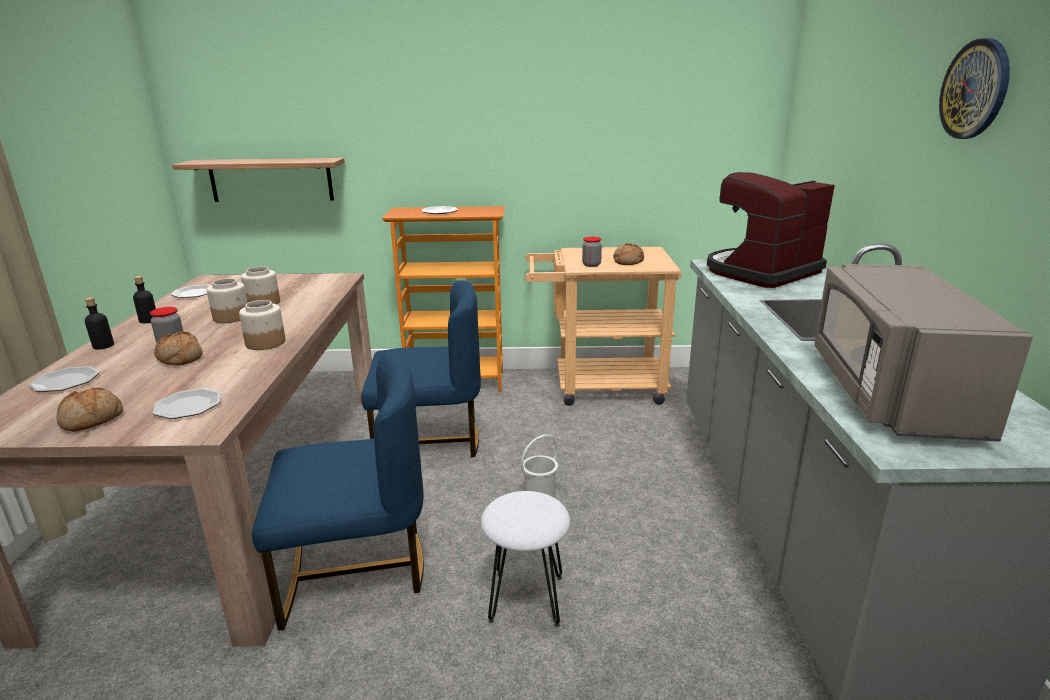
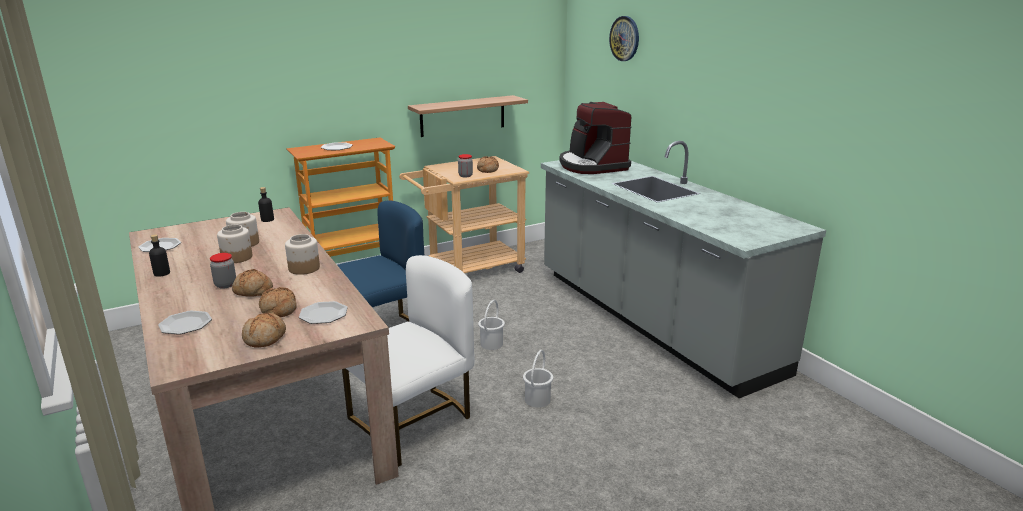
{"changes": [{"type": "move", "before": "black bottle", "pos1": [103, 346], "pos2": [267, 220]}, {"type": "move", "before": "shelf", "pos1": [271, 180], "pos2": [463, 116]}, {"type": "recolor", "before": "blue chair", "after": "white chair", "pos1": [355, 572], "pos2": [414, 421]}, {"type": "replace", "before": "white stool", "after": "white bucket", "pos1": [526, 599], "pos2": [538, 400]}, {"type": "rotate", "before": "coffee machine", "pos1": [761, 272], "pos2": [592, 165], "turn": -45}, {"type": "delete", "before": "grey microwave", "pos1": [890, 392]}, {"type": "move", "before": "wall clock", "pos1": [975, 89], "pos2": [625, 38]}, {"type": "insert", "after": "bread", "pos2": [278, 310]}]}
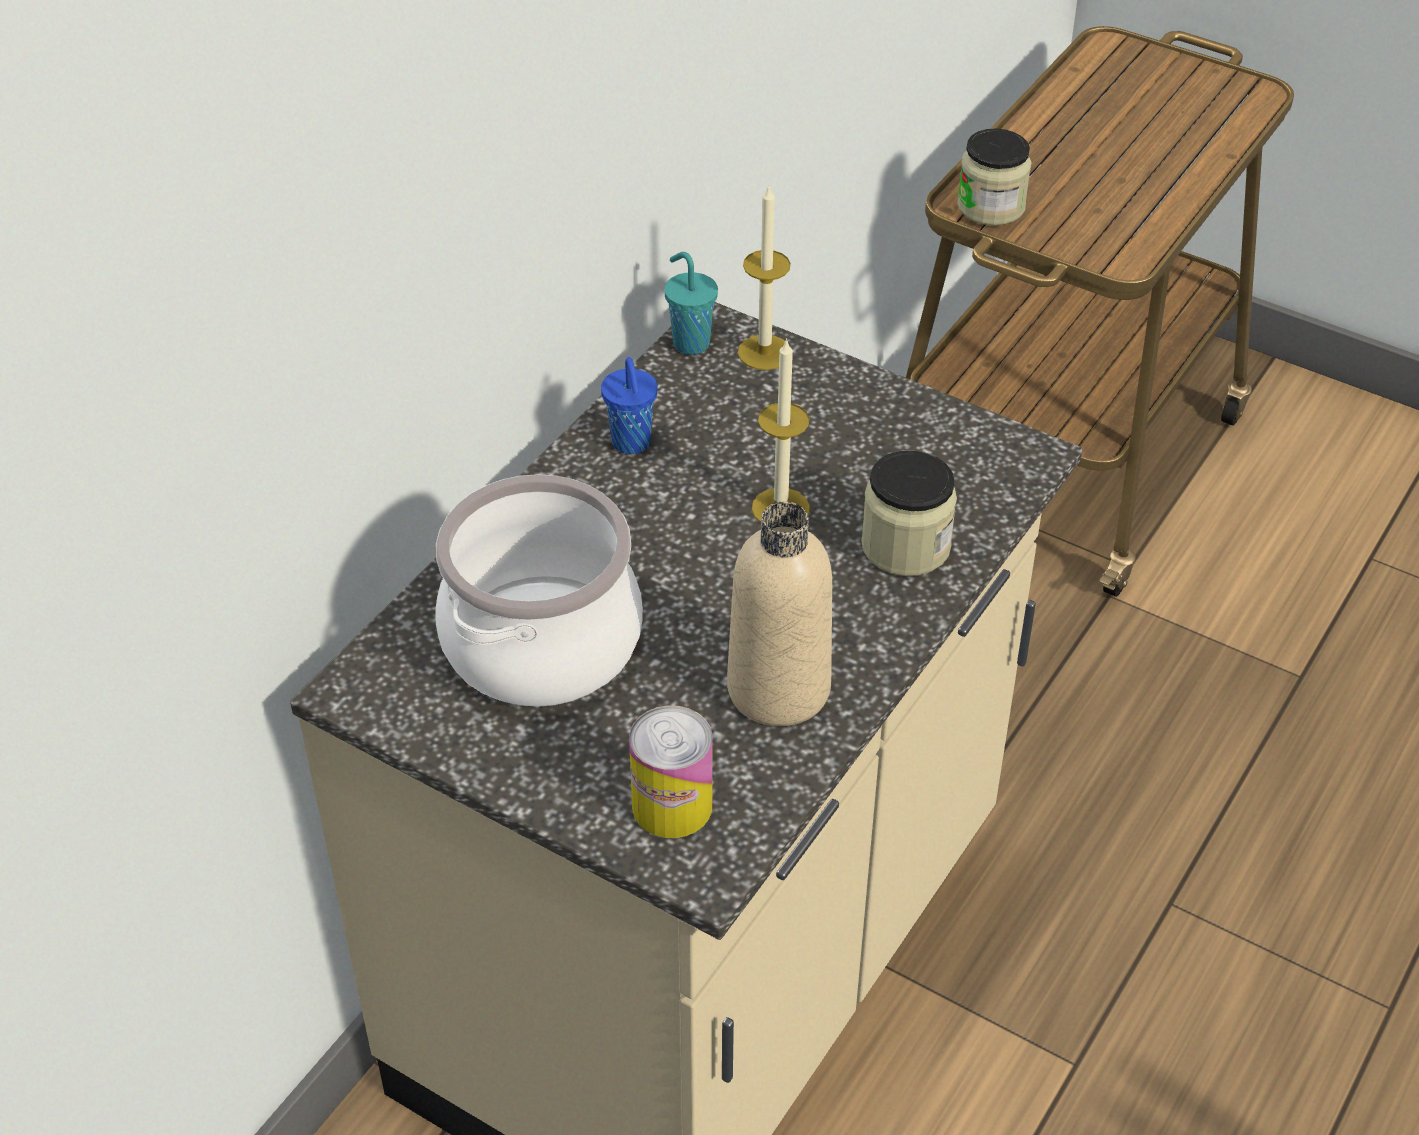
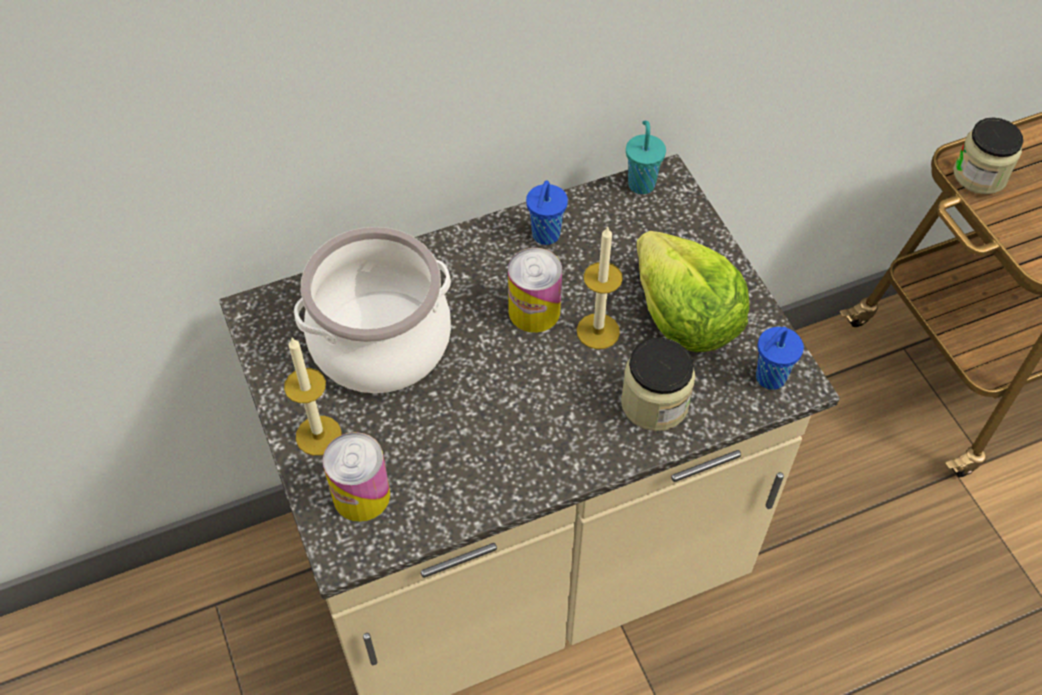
{"changes": [{"type": "delete", "before": "beige bottle", "pos1": [778, 689]}, {"type": "move", "before": "candle", "pos1": [764, 352], "pos2": [318, 435]}, {"type": "insert", "after": "can", "pos2": [534, 311]}, {"type": "insert", "after": "lettuce", "pos2": [684, 316]}, {"type": "insert", "after": "blue cup", "pos2": [769, 378]}]}
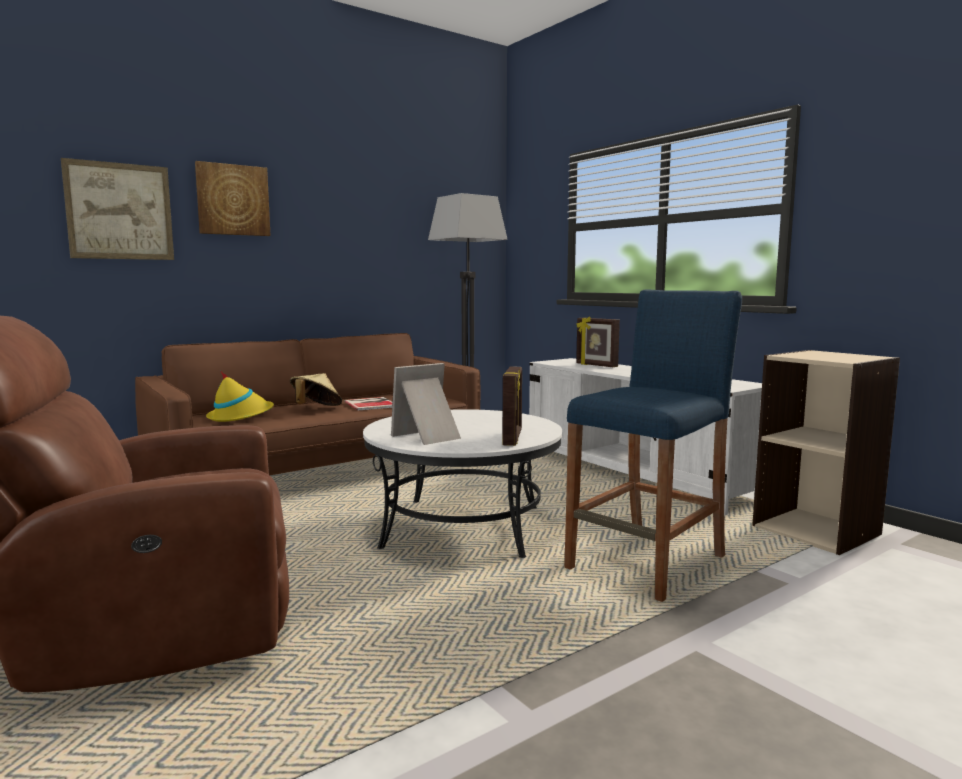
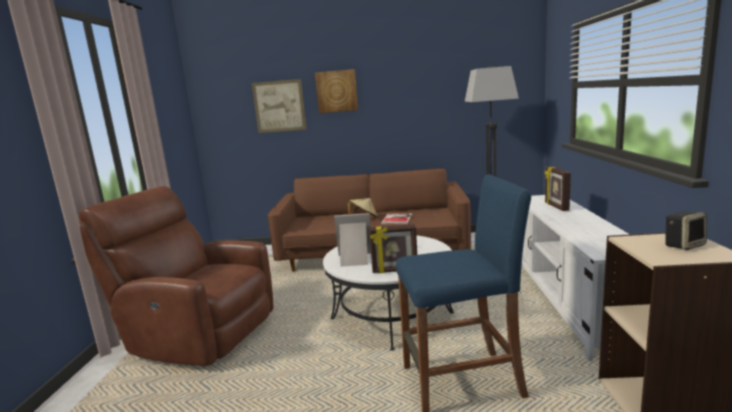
{"changes": [{"type": "delete", "before": "yellow hat", "pos1": [240, 416]}, {"type": "rotate", "before": "picture frame", "pos1": [513, 438], "pos2": [395, 271], "turn": 45}, {"type": "insert", "after": "speaker", "pos2": [684, 245]}]}
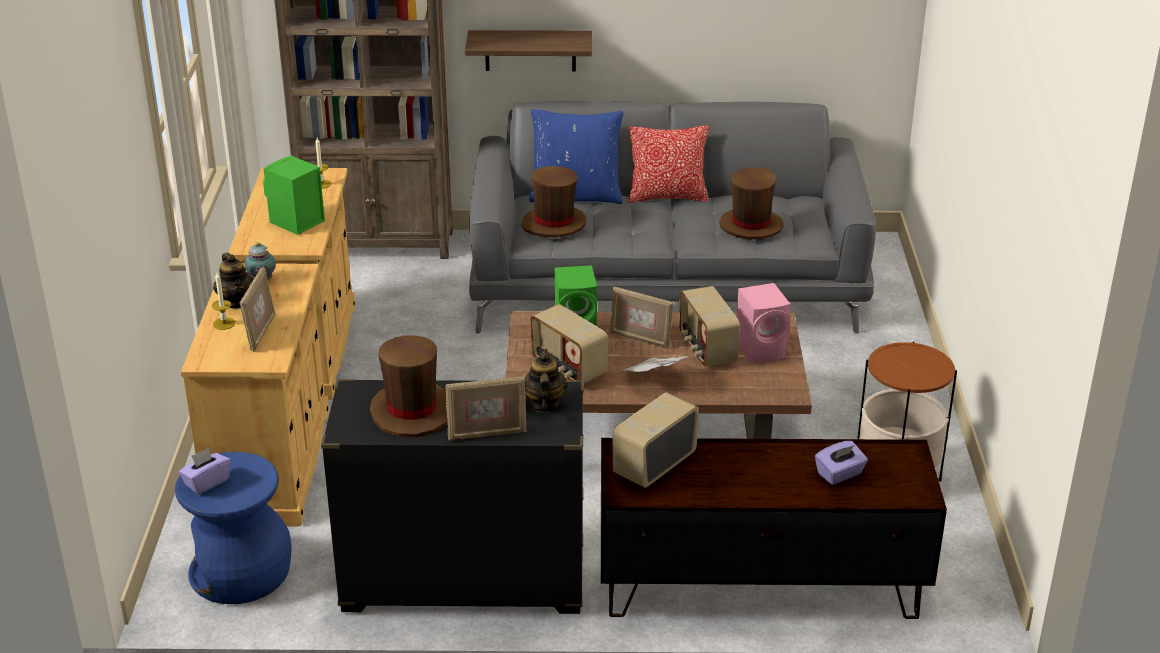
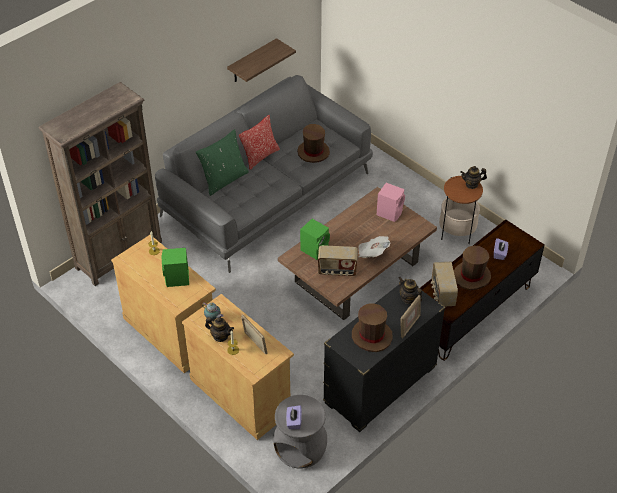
{"changes": [{"type": "recolor", "before": "blue stool", "after": "grey stool", "pos1": [241, 573], "pos2": [301, 447]}, {"type": "move", "before": "shelf", "pos1": [530, 50], "pos2": [252, 61]}, {"type": "move", "before": "brown hat", "pos1": [554, 224], "pos2": [471, 276]}, {"type": "recolor", "before": "blue pillow", "after": "green pillow", "pos1": [576, 196], "pos2": [224, 179]}, {"type": "delete", "before": "picture frame", "pos1": [640, 339]}, {"type": "delete", "before": "radio", "pos1": [706, 349]}, {"type": "insert", "after": "teapot", "pos2": [472, 184]}]}
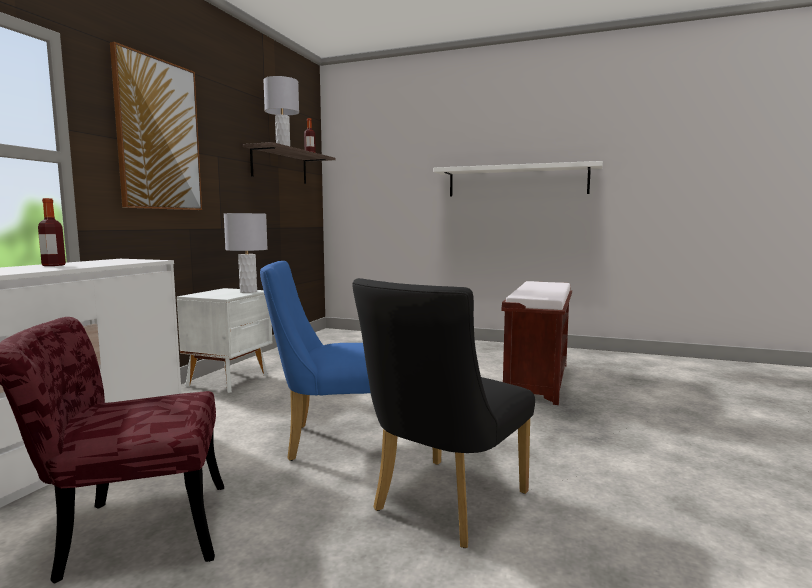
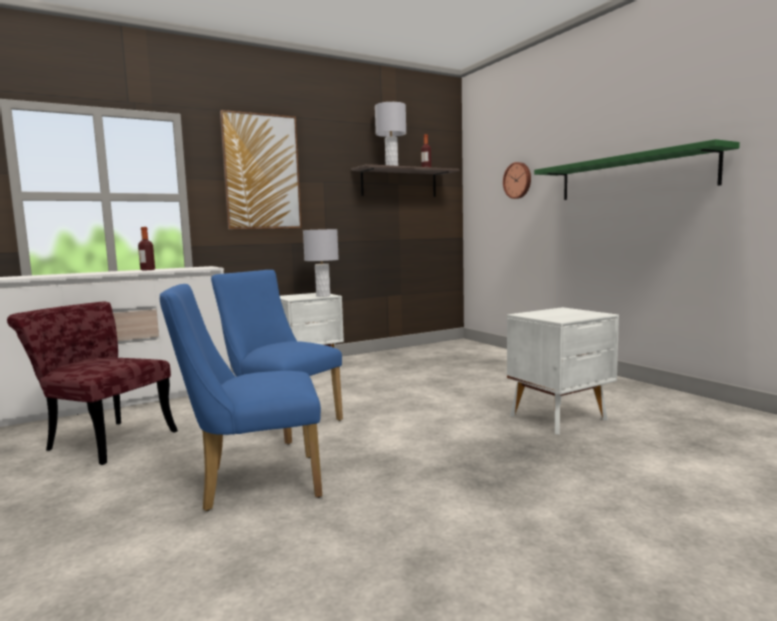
{"changes": [{"type": "recolor", "before": "black chair", "after": "blue chair", "pos1": [443, 506], "pos2": [252, 483]}, {"type": "recolor", "before": "white shelf", "after": "green shelf", "pos1": [517, 181], "pos2": [632, 176]}, {"type": "replace", "before": "brown bench", "after": "white nightstand", "pos1": [537, 379], "pos2": [560, 418]}, {"type": "insert", "after": "wall clock", "pos2": [518, 180]}]}
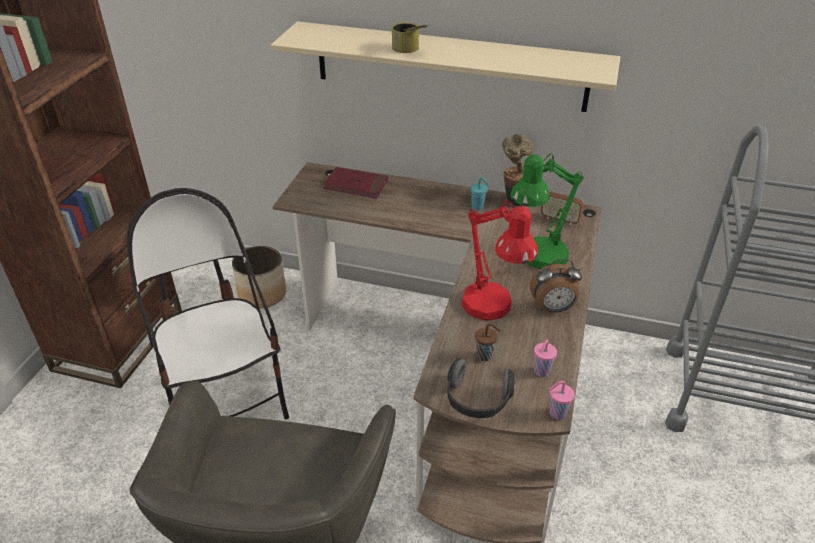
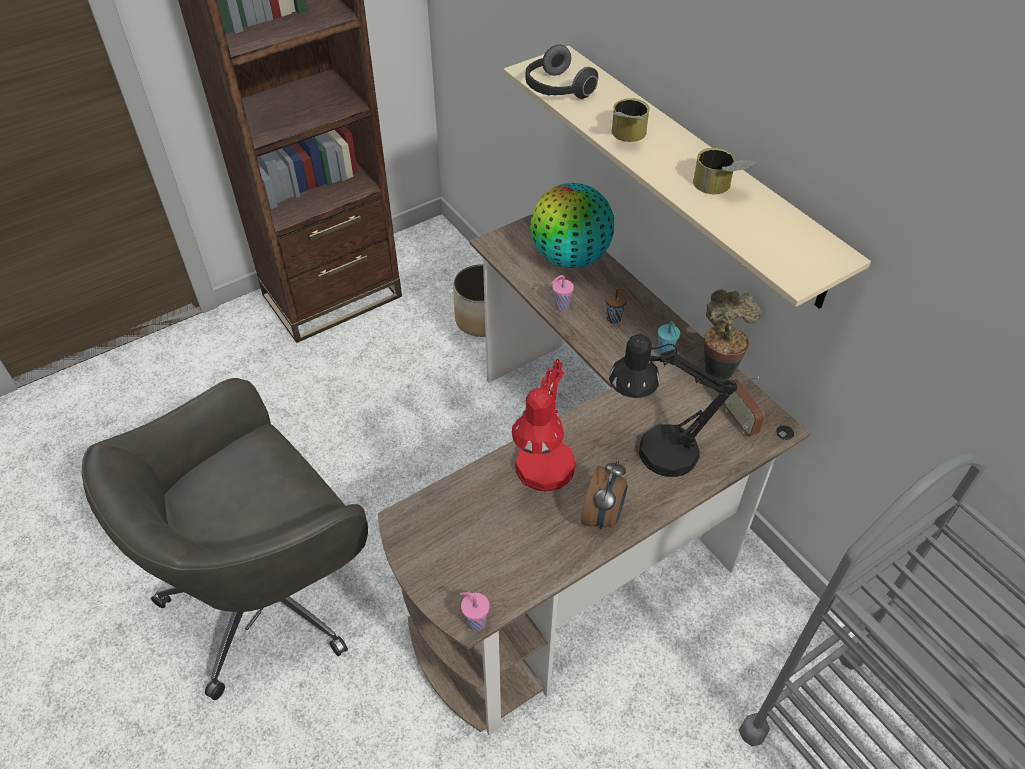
{"changes": [{"type": "delete", "before": "chair", "pos1": [226, 399]}, {"type": "replace", "before": "red book", "after": "globe", "pos1": [356, 185], "pos2": [570, 258]}, {"type": "move", "before": "headphones", "pos1": [477, 401], "pos2": [556, 90]}, {"type": "move", "before": "brown cup", "pos1": [485, 356], "pos2": [614, 319]}, {"type": "recolor", "before": "green table lamp", "after": "black table lamp", "pos1": [537, 260], "pos2": [654, 452]}, {"type": "rotate", "before": "alarm clock", "pos1": [553, 308], "pos2": [603, 516], "turn": -105}, {"type": "move", "before": "pink cup", "pos1": [541, 372], "pos2": [560, 307]}, {"type": "insert", "after": "can", "pos2": [719, 189]}]}
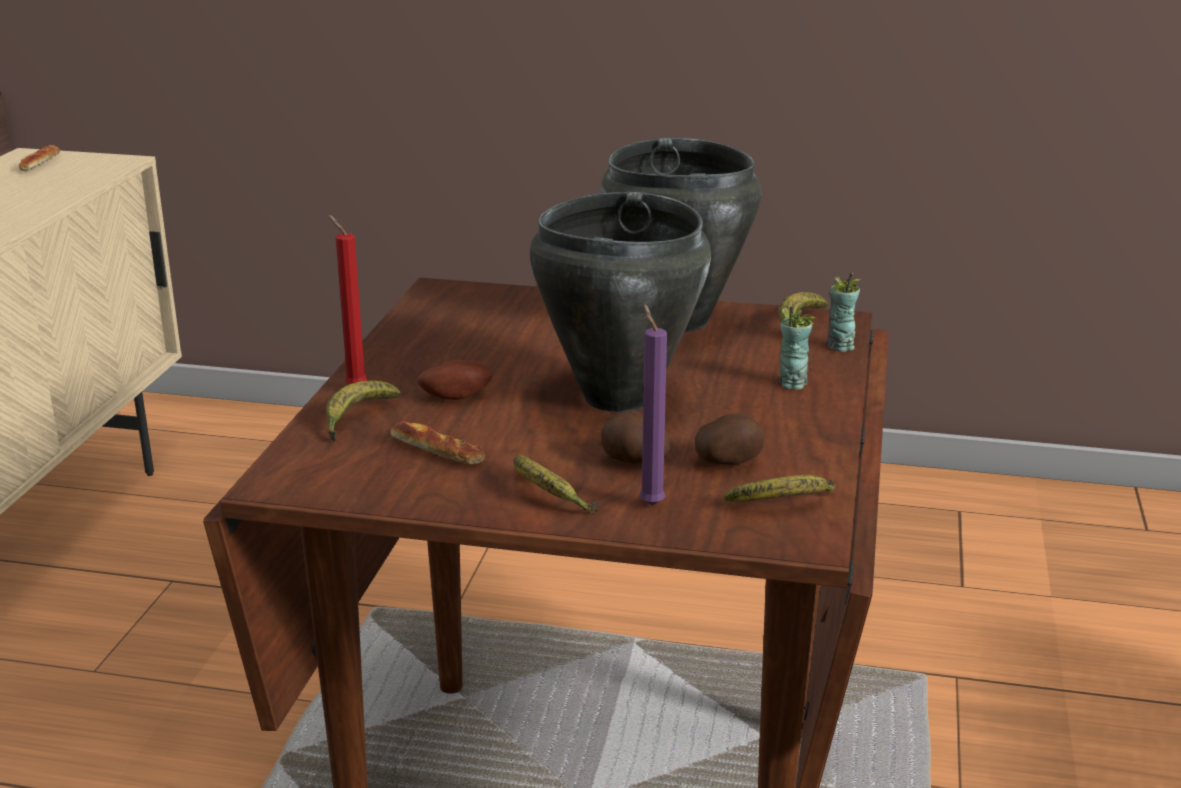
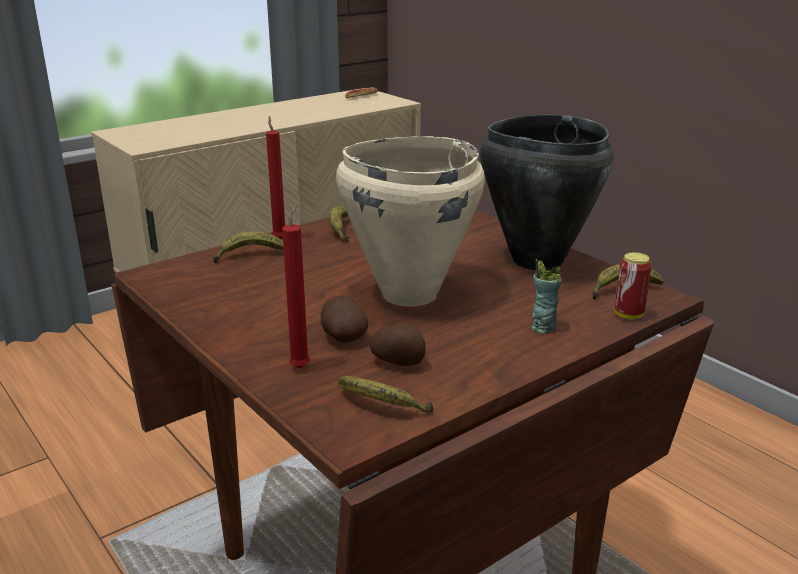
{"changes": [{"type": "delete", "before": "bread", "pos1": [437, 451]}, {"type": "delete", "before": "potato", "pos1": [456, 396]}, {"type": "move", "before": "banana", "pos1": [547, 496], "pos2": [340, 230]}, {"type": "recolor", "before": "black cooking pot", "after": "beige cooking pot", "pos1": [617, 397], "pos2": [408, 294]}, {"type": "recolor", "before": "purple candle", "after": "red candle", "pos1": [650, 503], "pos2": [301, 366]}, {"type": "replace", "before": "cup", "after": "can", "pos1": [840, 346], "pos2": [628, 315]}]}
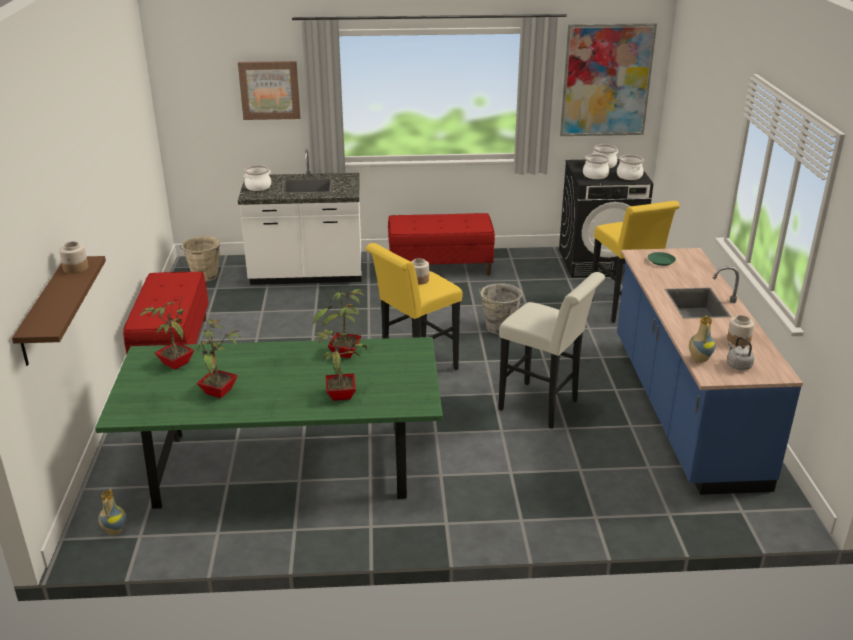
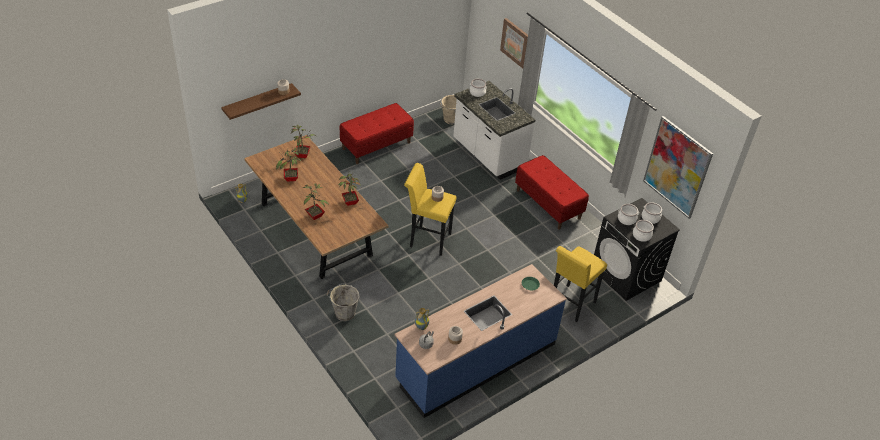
{"changes": [{"type": "recolor", "before": "green dining table", "after": "brown dining table", "pos1": [285, 466], "pos2": [315, 229]}, {"type": "move", "before": "grey bucket", "pos1": [498, 328], "pos2": [344, 313]}, {"type": "delete", "before": "white stool", "pos1": [544, 407]}]}
